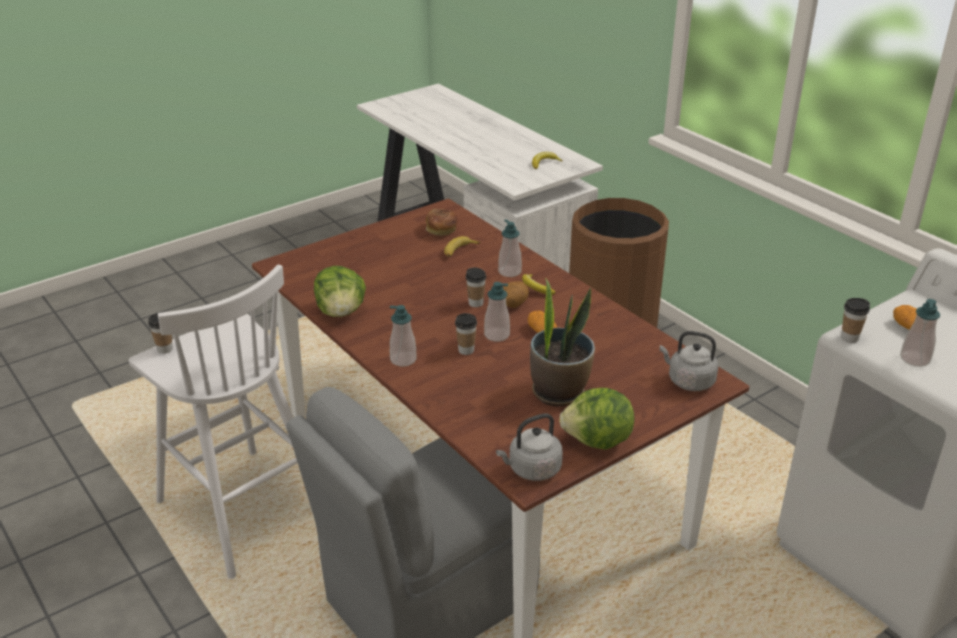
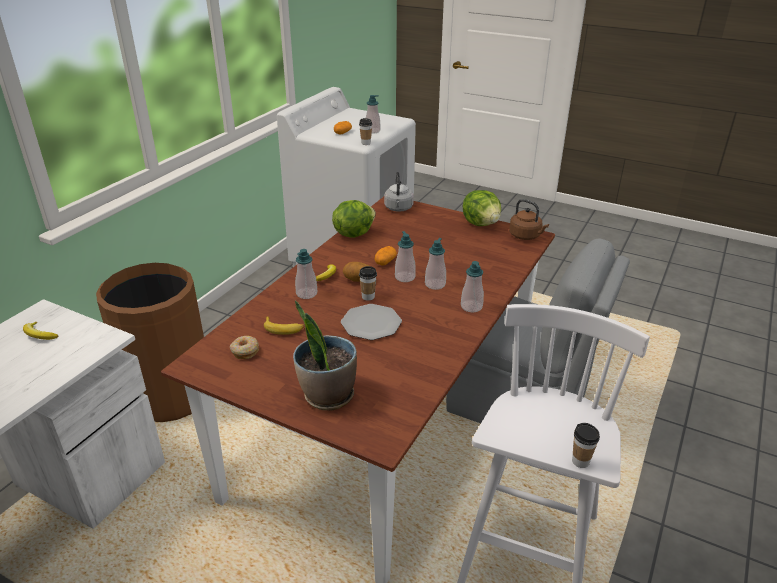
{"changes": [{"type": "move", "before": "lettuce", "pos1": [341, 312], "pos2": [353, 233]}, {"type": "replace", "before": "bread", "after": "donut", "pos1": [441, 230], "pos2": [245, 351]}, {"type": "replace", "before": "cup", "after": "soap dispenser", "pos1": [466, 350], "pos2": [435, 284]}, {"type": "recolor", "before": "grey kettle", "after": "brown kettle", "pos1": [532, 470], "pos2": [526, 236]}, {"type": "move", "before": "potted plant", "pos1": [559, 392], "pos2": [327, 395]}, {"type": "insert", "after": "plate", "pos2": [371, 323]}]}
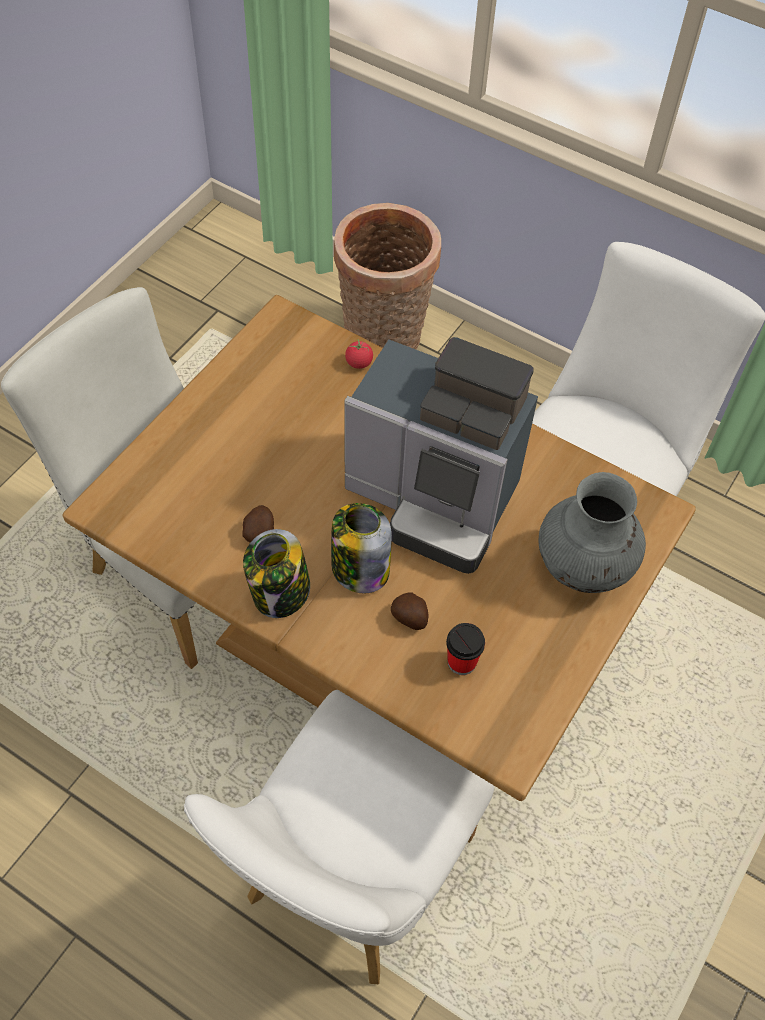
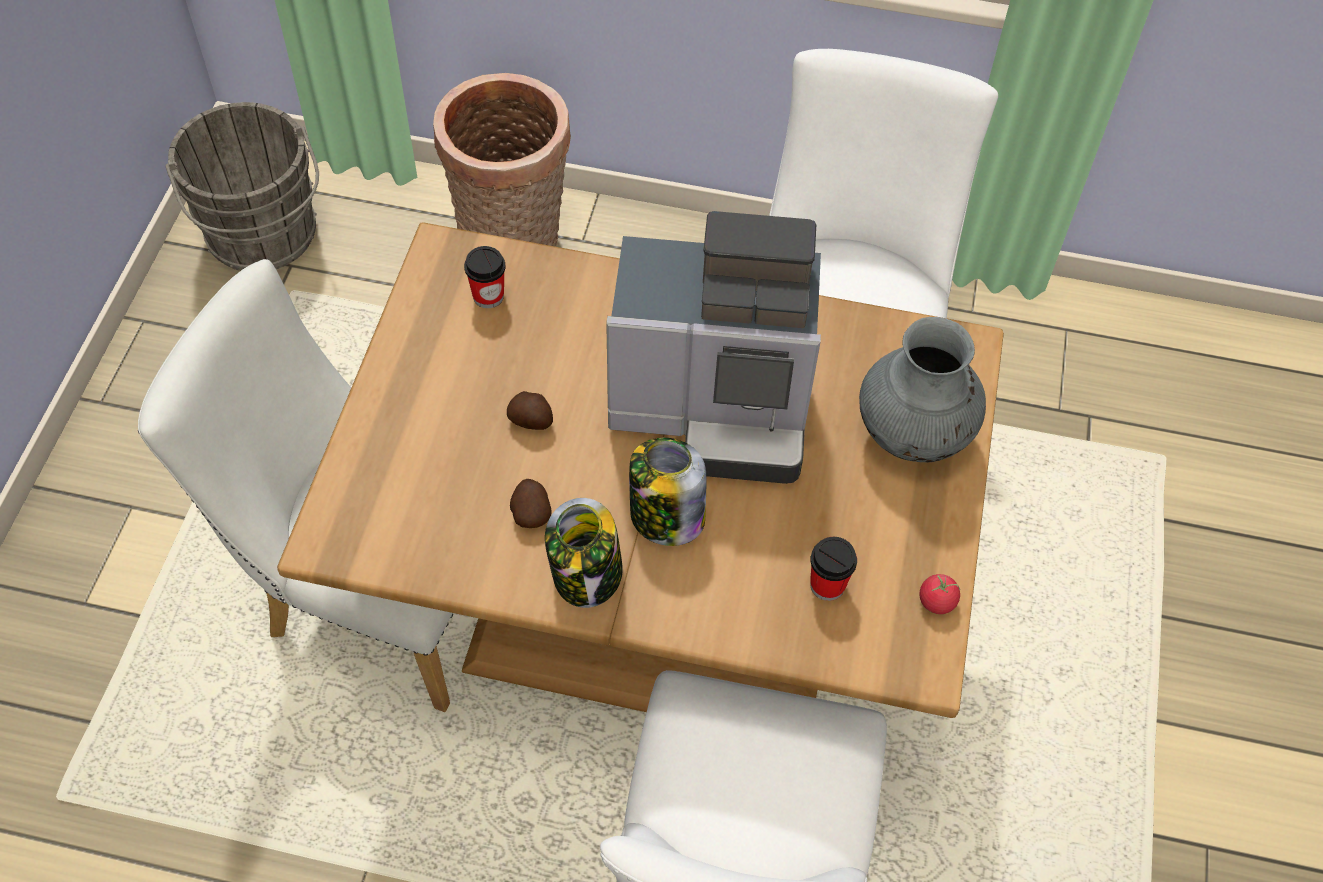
{"changes": [{"type": "move", "before": "tomato", "pos1": [359, 362], "pos2": [936, 601]}, {"type": "move", "before": "potato", "pos1": [410, 618], "pos2": [532, 421]}, {"type": "insert", "after": "grey bucket", "pos2": [263, 238]}, {"type": "insert", "after": "cup", "pos2": [488, 296]}]}
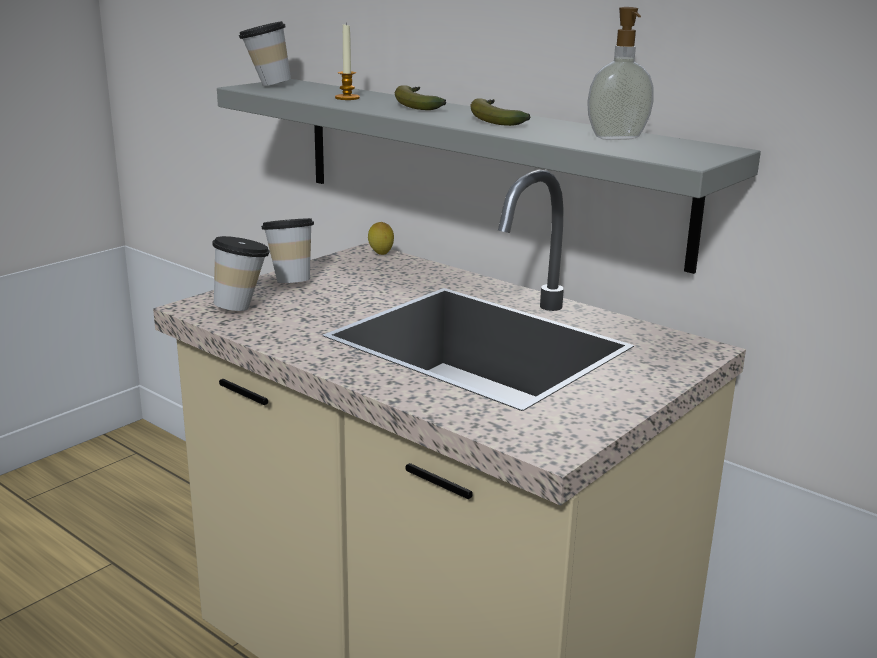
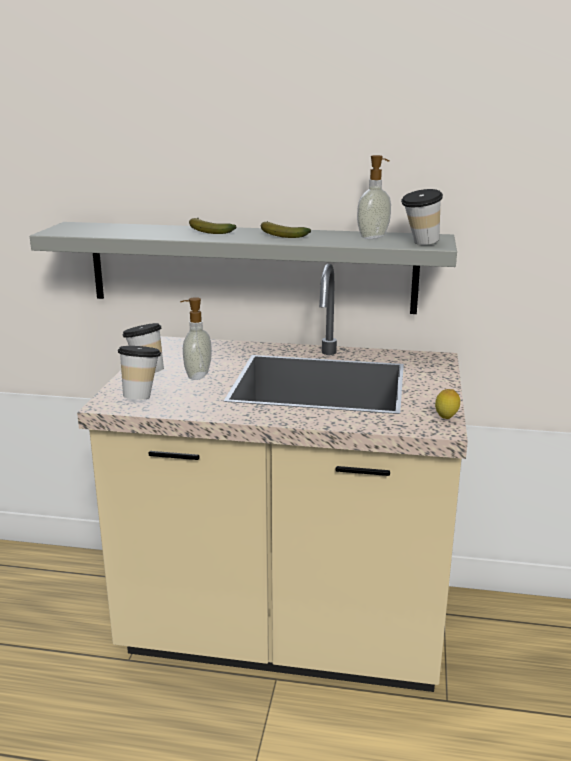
{"changes": [{"type": "move", "before": "cup", "pos1": [266, 85], "pos2": [419, 244]}, {"type": "delete", "before": "candle", "pos1": [347, 98]}, {"type": "move", "before": "lemon", "pos1": [381, 255], "pos2": [446, 419]}, {"type": "insert", "after": "soap dispenser", "pos2": [197, 375]}]}
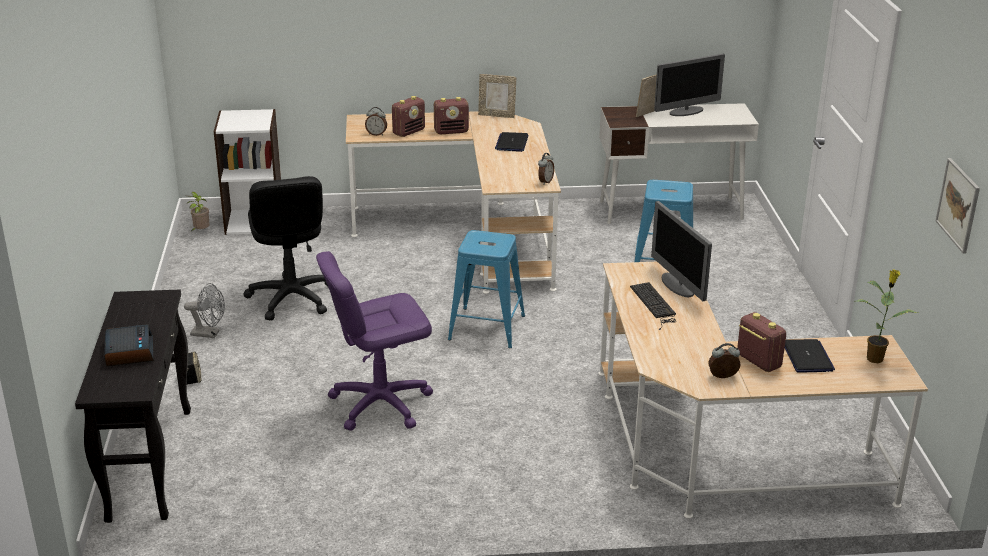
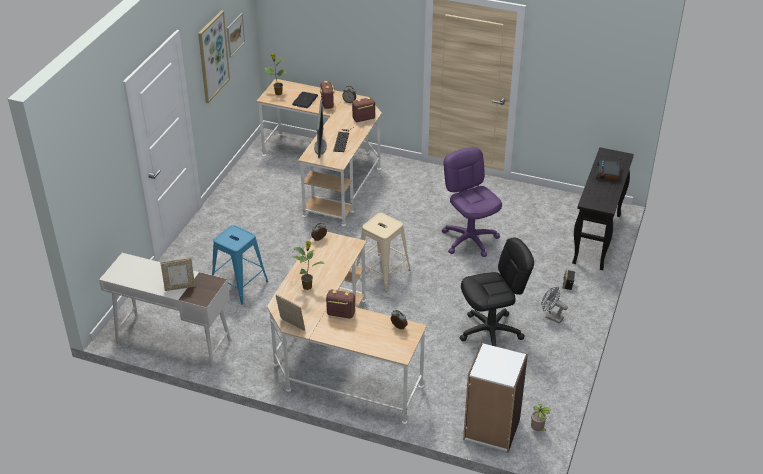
{"changes": [{"type": "rotate", "before": "black office chair", "pos1": [291, 298], "pos2": [491, 332], "turn": 60}, {"type": "rotate", "before": "purple office chair", "pos1": [380, 404], "pos2": [470, 240], "turn": -120}, {"type": "move", "before": "radio", "pos1": [409, 132], "pos2": [363, 119]}, {"type": "recolor", "before": "blue stool", "after": "beige stool", "pos1": [487, 327], "pos2": [382, 272]}, {"type": "replace", "before": "laptop", "after": "potted plant", "pos1": [512, 143], "pos2": [308, 286]}, {"type": "delete", "before": "monitor", "pos1": [686, 111]}, {"type": "insert", "after": "picture", "pos2": [213, 56]}]}
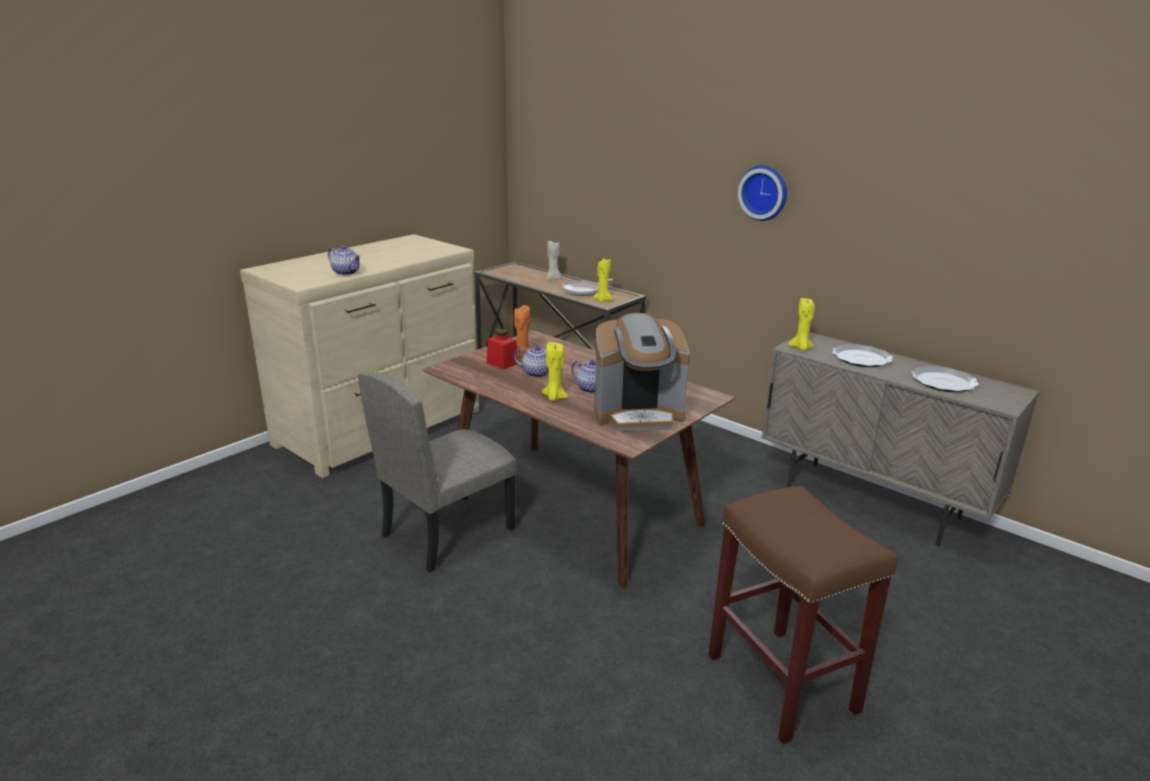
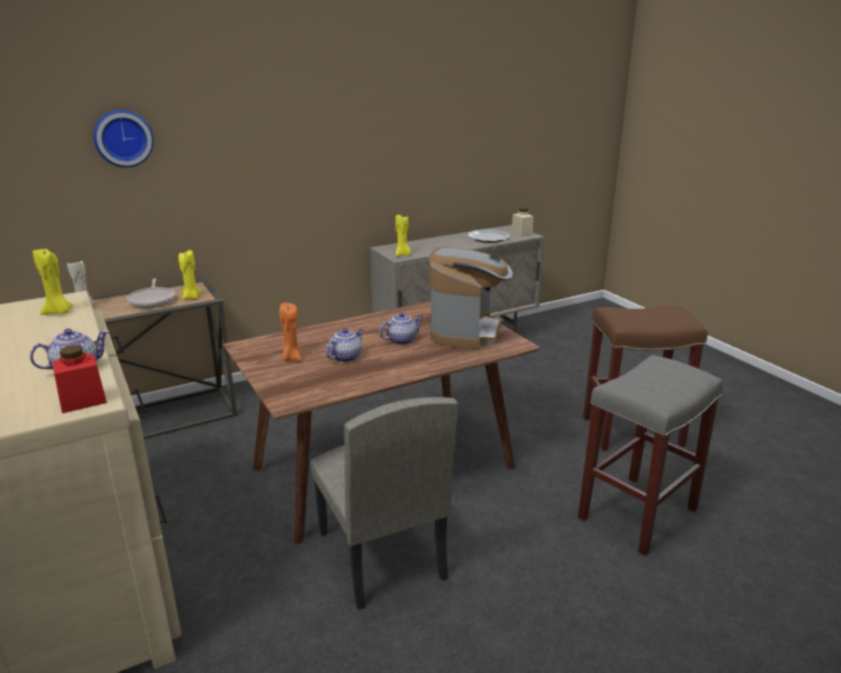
{"changes": [{"type": "move", "before": "red jar", "pos1": [502, 363], "pos2": [82, 401]}, {"type": "move", "before": "yellow candle", "pos1": [554, 397], "pos2": [58, 312]}, {"type": "move", "before": "wall clock", "pos1": [764, 192], "pos2": [123, 138]}, {"type": "delete", "before": "plate", "pos1": [861, 358]}, {"type": "insert", "after": "beige jar", "pos2": [521, 233]}, {"type": "insert", "after": "grey stool", "pos2": [638, 512]}]}
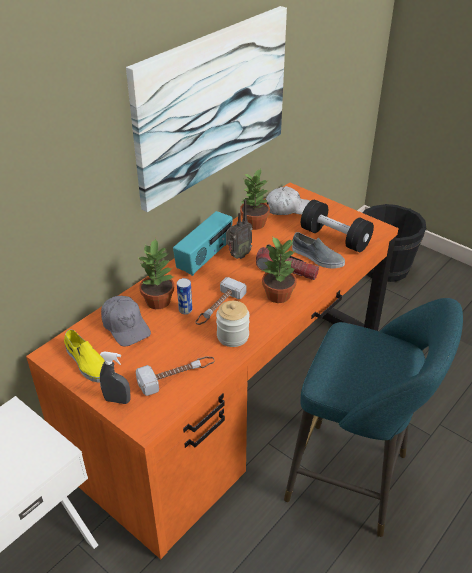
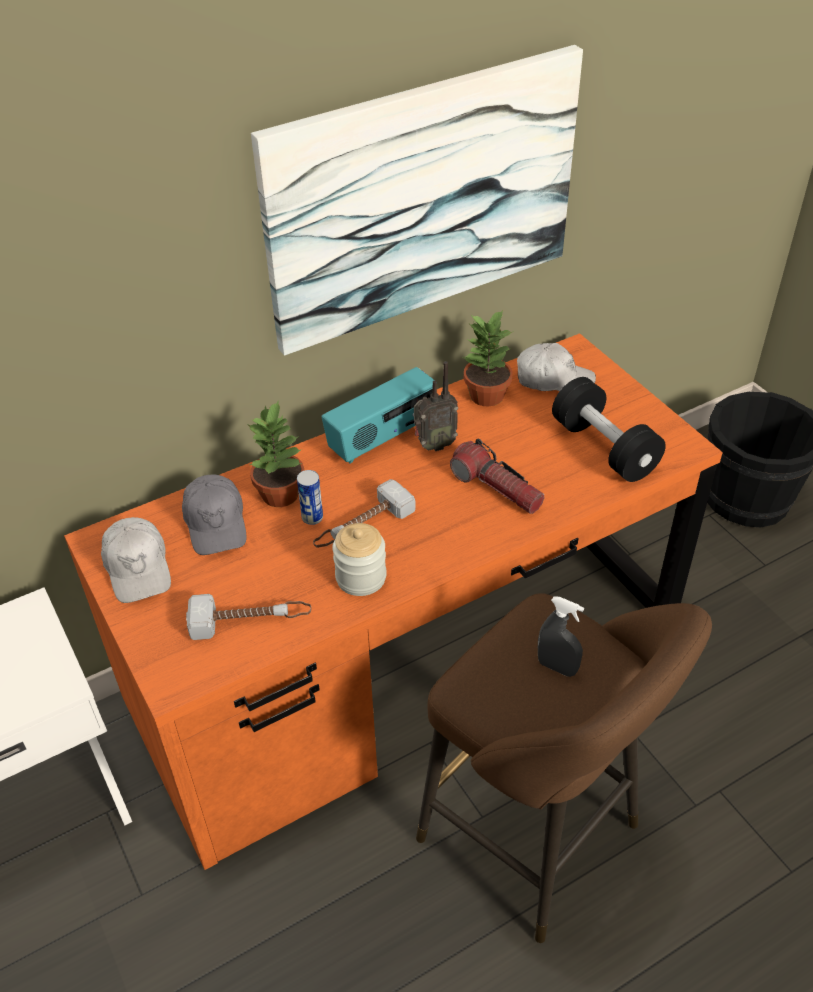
{"changes": [{"type": "replace", "before": "yellow shoe", "after": "white cap", "pos1": [87, 363], "pos2": [138, 567]}, {"type": "move", "before": "grey spray bottle", "pos1": [117, 400], "pos2": [557, 667]}, {"type": "delete", "before": "potted plant", "pos1": [278, 295]}, {"type": "recolor", "before": "turquoise stool", "after": "brown stool", "pos1": [354, 480], "pos2": [538, 840]}, {"type": "delete", "before": "grey shoe", "pos1": [317, 257]}]}
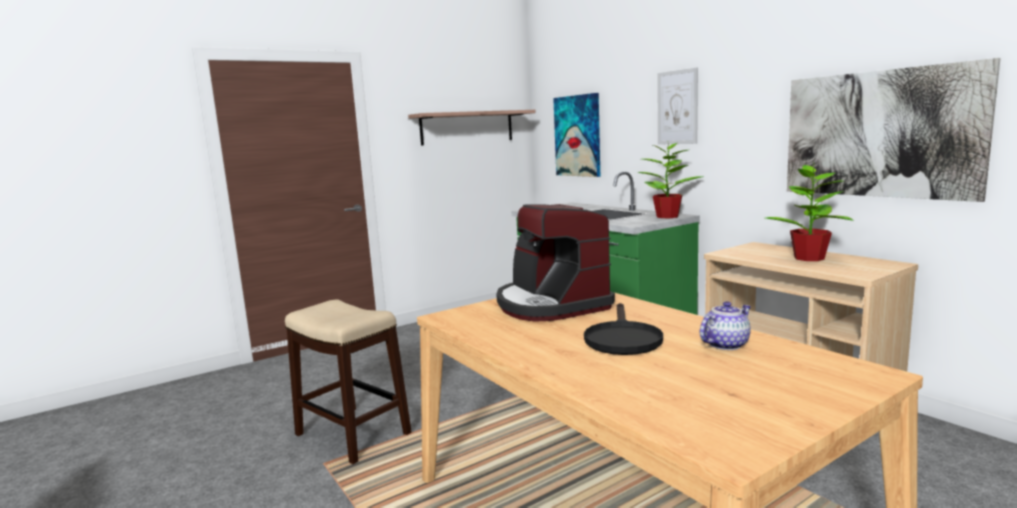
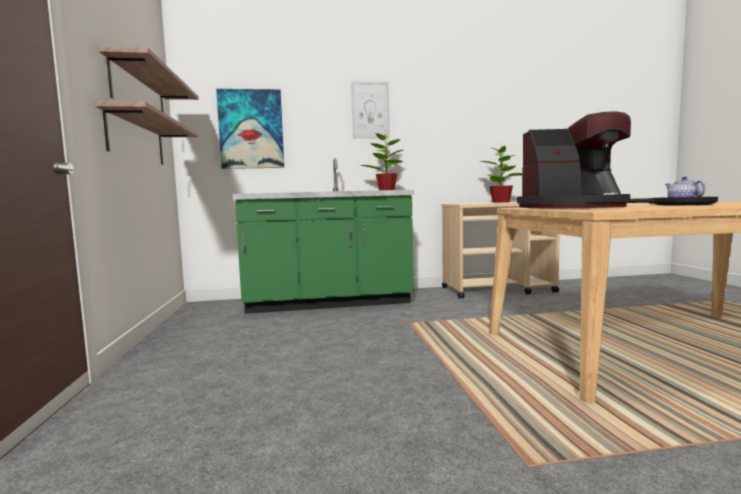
{"changes": [{"type": "delete", "before": "stool", "pos1": [352, 434]}, {"type": "delete", "before": "picture", "pos1": [879, 134]}, {"type": "insert", "after": "shelf", "pos2": [137, 139]}]}
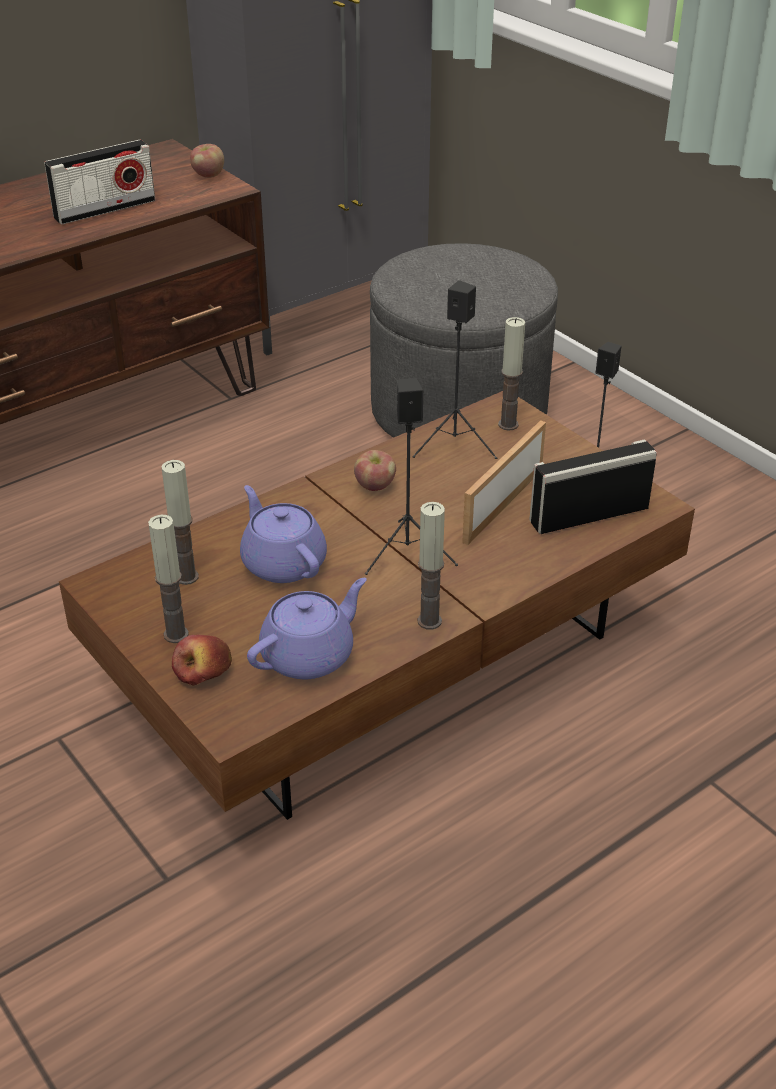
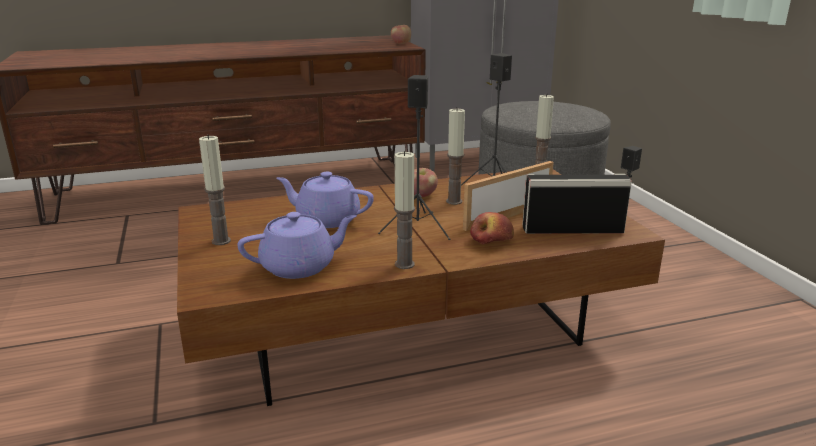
{"changes": [{"type": "delete", "before": "radio", "pos1": [105, 209]}, {"type": "move", "before": "candle", "pos1": [186, 577], "pos2": [454, 201]}, {"type": "move", "before": "apple", "pos1": [203, 671], "pos2": [491, 241]}, {"type": "rotate", "before": "purple teapot", "pos1": [283, 562], "pos2": [326, 219], "turn": -60}]}
